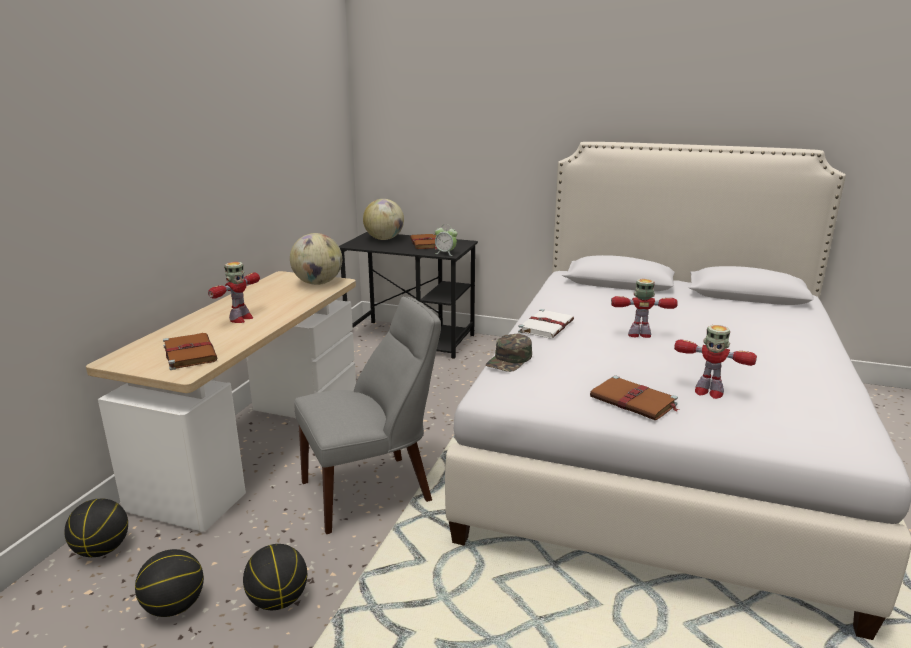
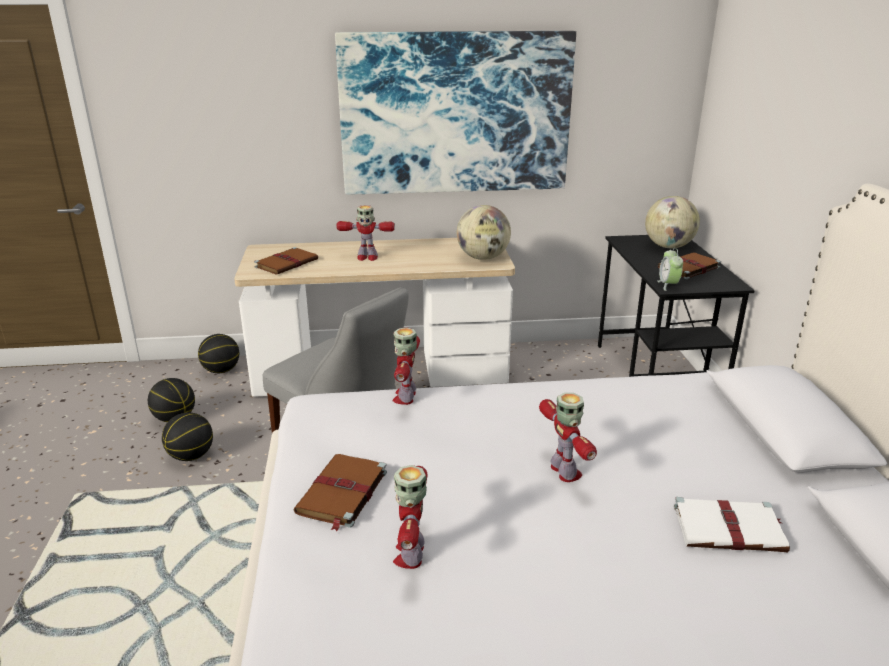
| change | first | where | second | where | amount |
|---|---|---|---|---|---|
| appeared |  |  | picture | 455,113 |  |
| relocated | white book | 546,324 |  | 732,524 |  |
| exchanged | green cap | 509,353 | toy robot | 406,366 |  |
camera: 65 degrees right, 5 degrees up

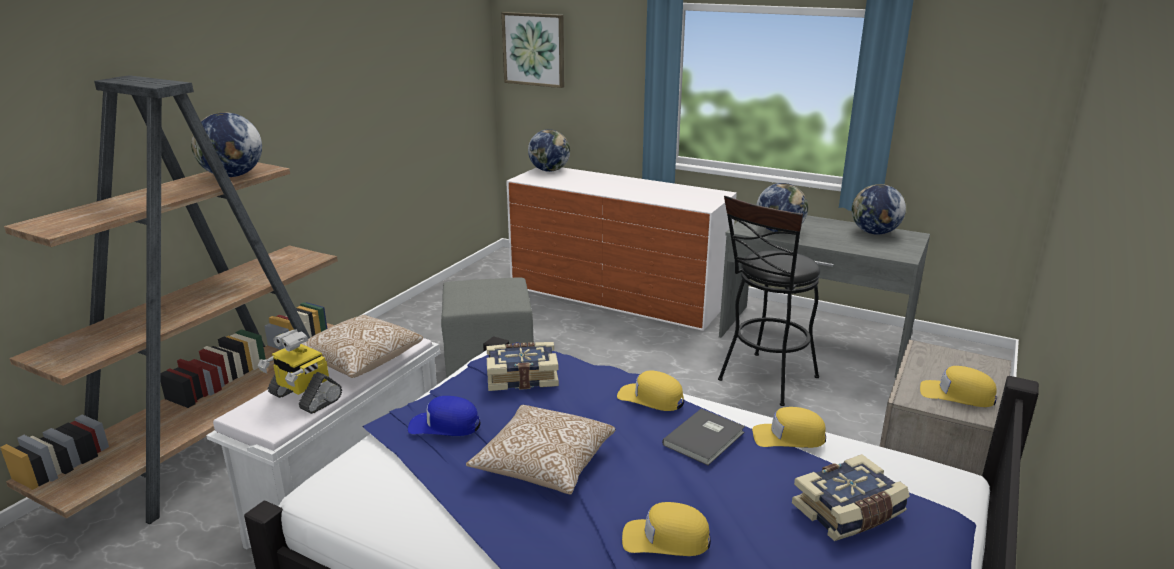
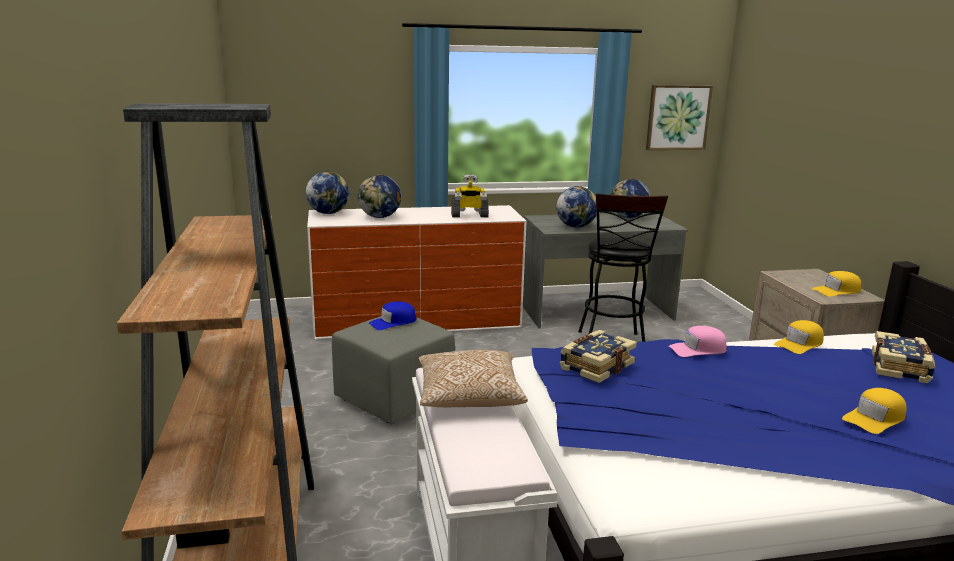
| change | first | where | second | where | amount |
|---|---|---|---|---|---|
| missing | pillow | 540,450 |  |  |  |
| missing | grey book | 703,437 |  |  |  |
| relocated | globe | 226,144 |  | 379,196 |  |
| relocated | toy robot | 300,371 |  | 470,195 |  |
| relocated | blue cap | 444,416 |  | 393,316 |  |
| relocated | picture | 532,50 |  | 679,117 |  |
| colour | yellow cap | 650,390 | pink cap | 698,341 |  |
camera: 40 degrees left, 5 degrees down

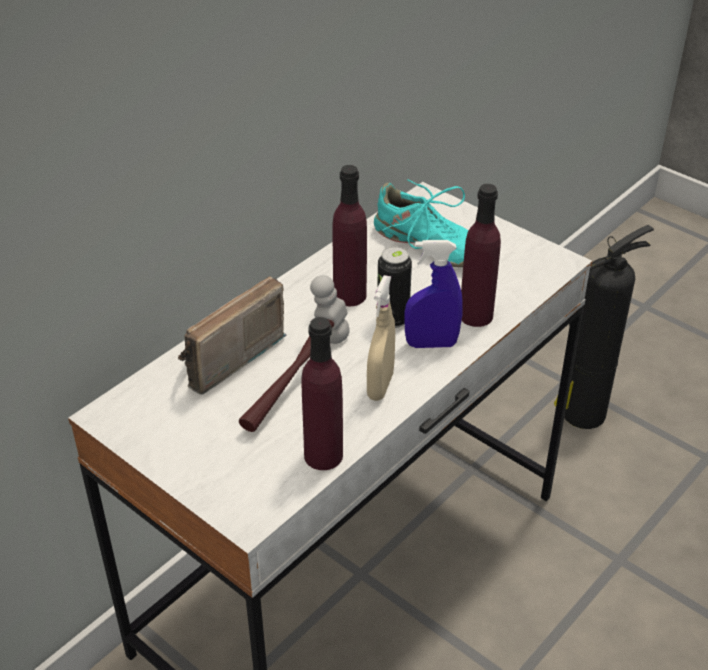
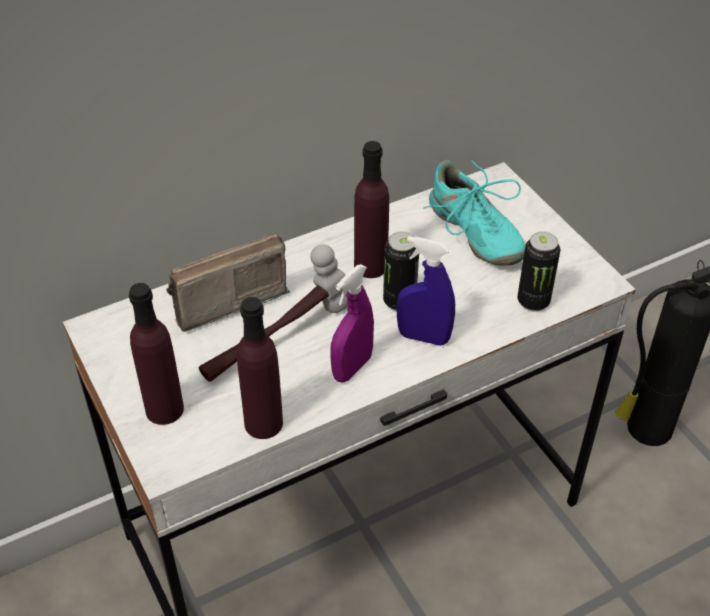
| change | first | where | second | where | amount |
|---|---|---|---|---|---|
| appeared |  |  | can | 538,272 |  |
| relocated | purple bottle | 481,255 |  | 156,354 |  |
| colour | beige spray bottle | 381,338 | purple spray bottle | 352,323 |  |
camera: 20 degrees right, 5 degrees up

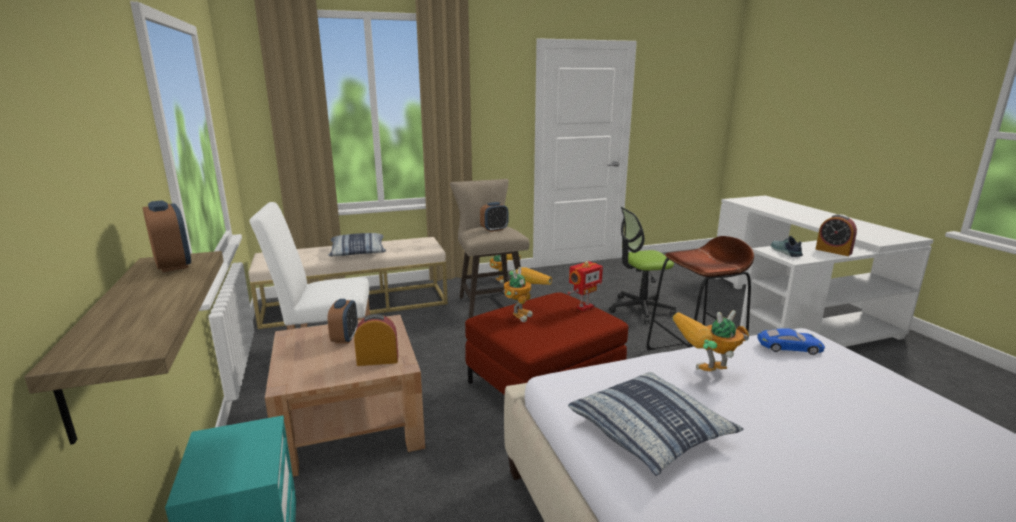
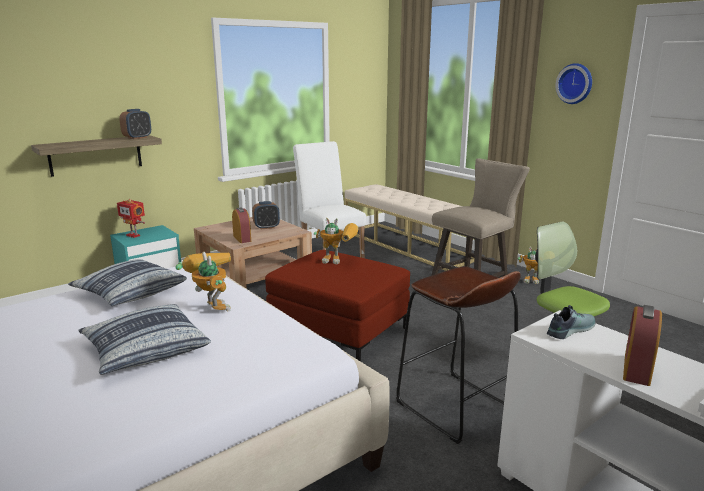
| change | first | where | second | where | amount |
|---|---|---|---|---|---|
| missing | alarm clock | 494,217 |  |  |  |
| missing | blue toy car | 791,341 |  |  |  |
| appeared |  |  | wall clock | 573,83 |  |
| relocated | pillow | 357,244 |  | 145,339 |  |
| relocated | toy robot | 585,286 |  | 131,218 |  |
camera: 70 degrees right, 0 degrees up

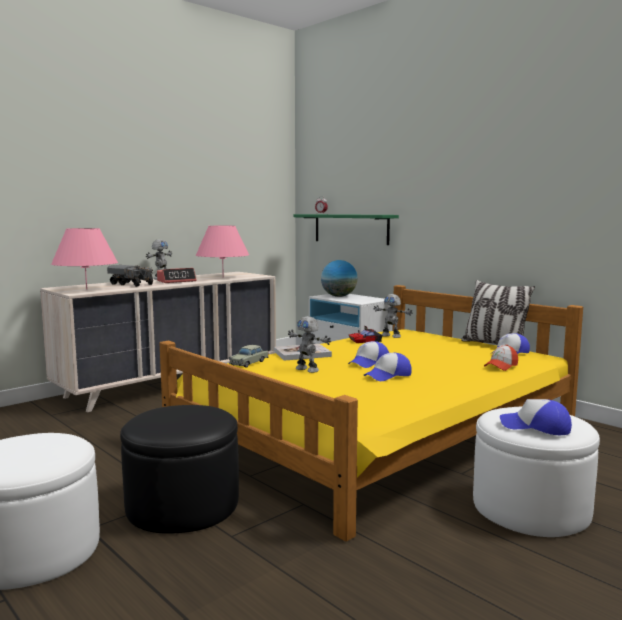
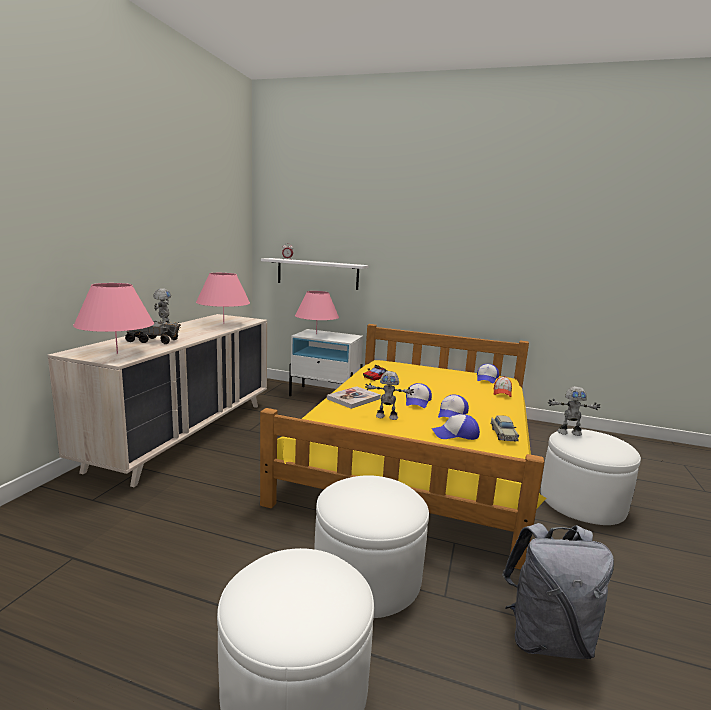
| change | first | where | second | where | amount |
|---|---|---|---|---|---|
| missing | alarm clock | 177,275 |  |  |  |
| missing | pillow | 498,312 |  |  |  |
| appeared |  |  | grey backpack | 558,591 |  |
| relocated | beige toy car | 249,356 |  | 504,428 |  |
| relocated | toy robot | 393,316 |  | 574,411 |  |
| relocated | cap | 536,417 |  | 456,427 |  |
| exchanged | globe | 339,278 | pink table lamp | 317,313 |  |
| colour | black ottoman | 179,469 | white ottoman | 371,546 |  |
| colour | green shelf | 346,229 | white shelf | 315,274 |  |
camera: 30 degrees left, 5 degrees up

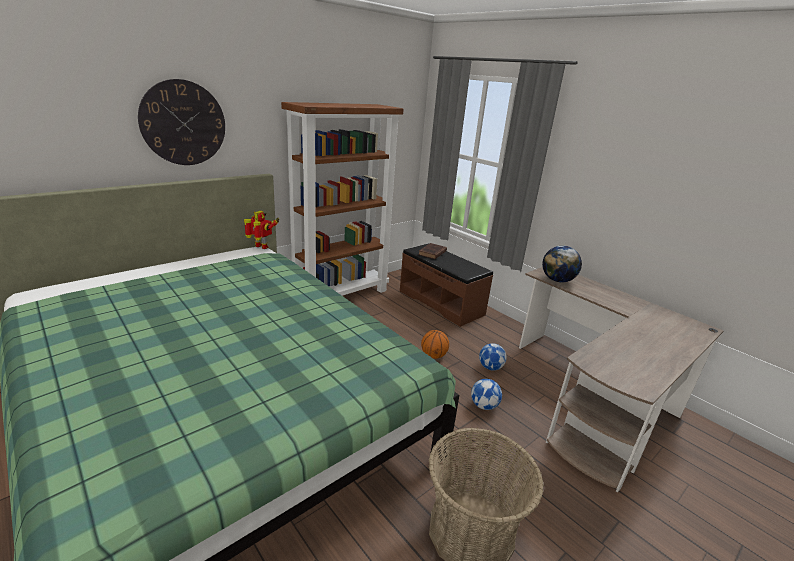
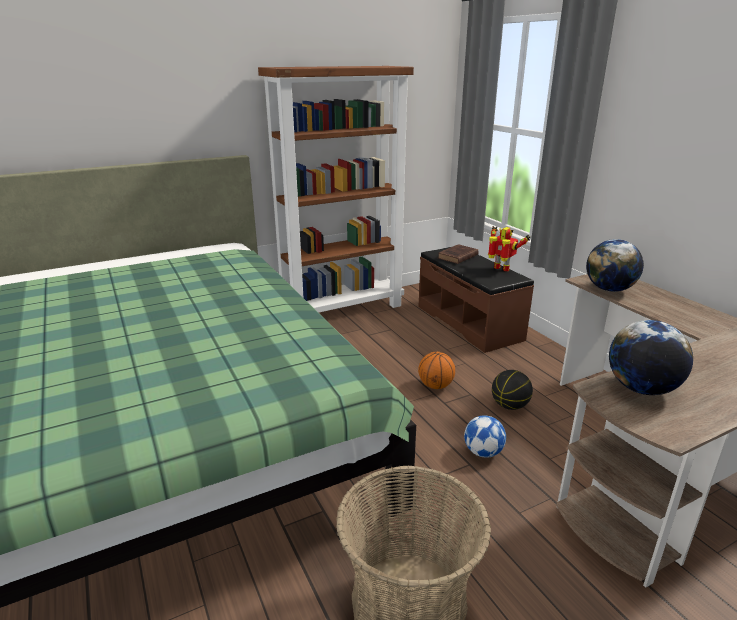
| change | first | where | second | where | amount |
|---|---|---|---|---|---|
| missing | wall clock | 181,122 |  |  |  |
| appeared |  |  | globe | 651,357 |  |
| relocated | toy robot | 261,230 |  | 509,248 |  |
| exchanged | football | 493,357 | basketball | 512,390 |  |
camera: 15 degrees right, 0 degrees up

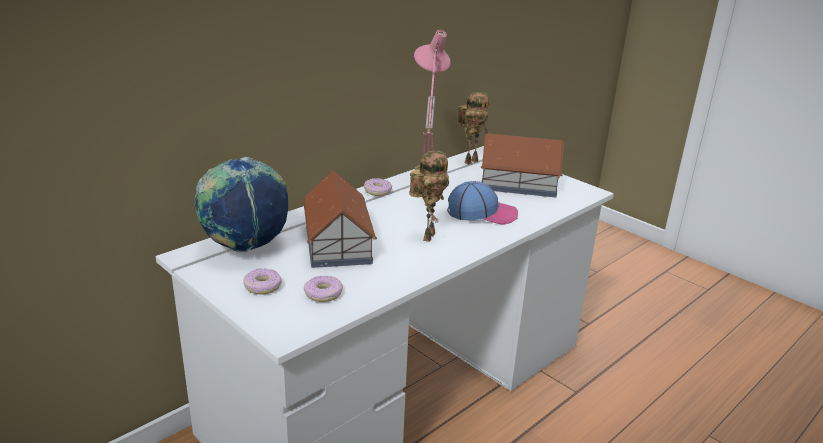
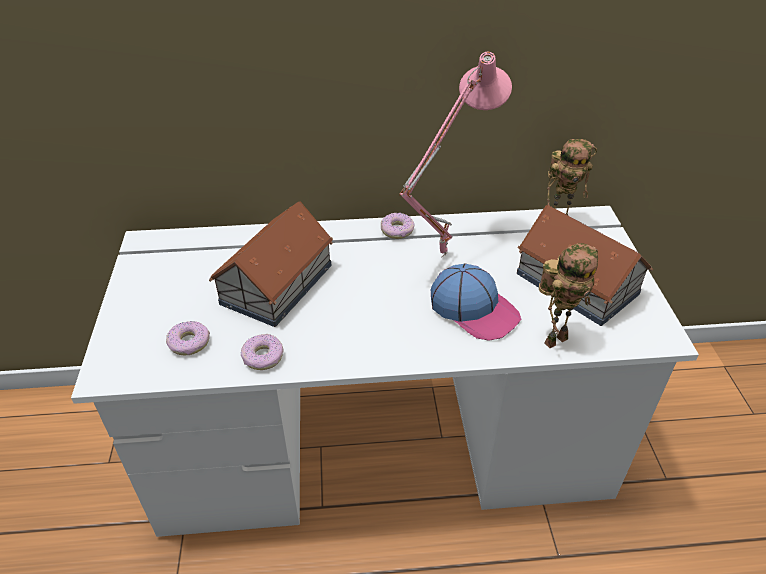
| change | first | where | second | where | amount |
|---|---|---|---|---|---|
| missing | globe | 241,204 |  |  |  |
| relocated | donut | 262,281 |  | 262,352 |  |
| relocated | toy robot | 429,196 |  | 568,295 |  |
camera: 40 degrees right, 15 degrees up

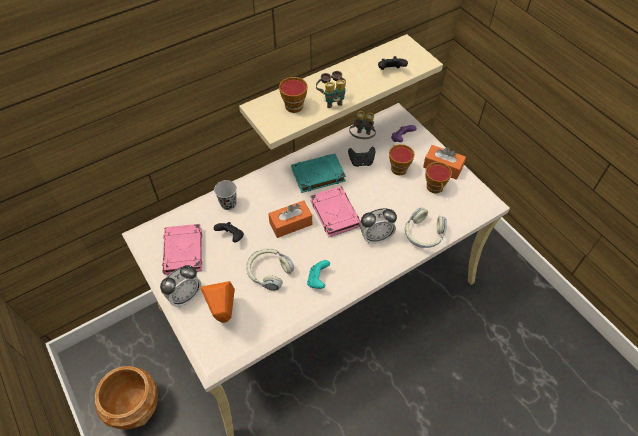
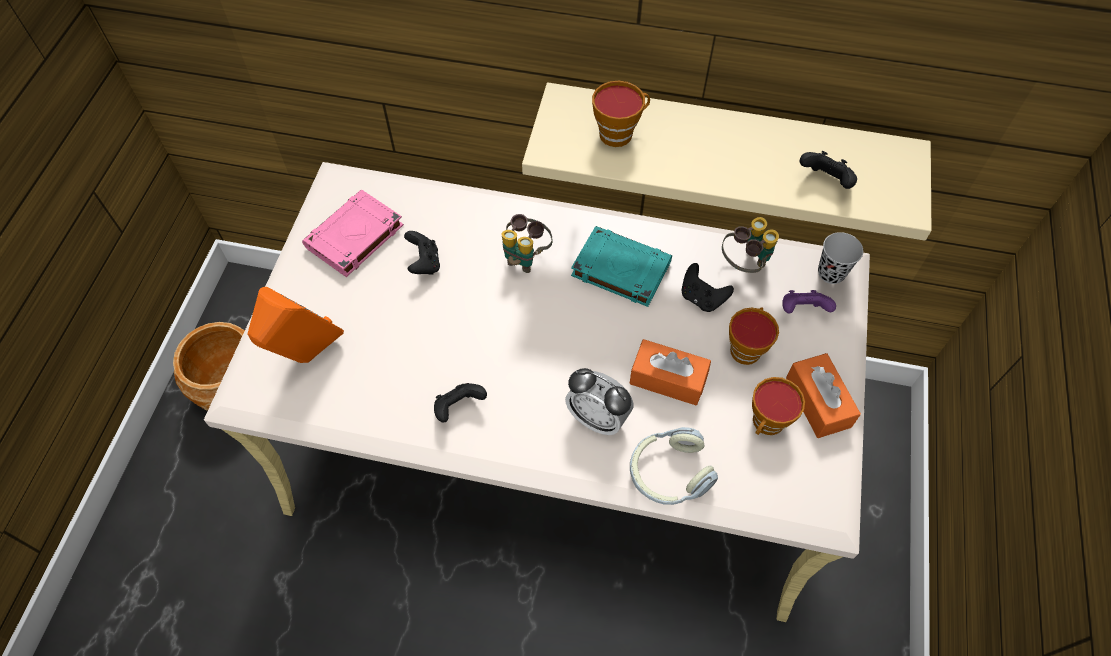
| change | first | where | second | where | amount |
|---|---|---|---|---|---|
| missing | alarm clock | 181,286 |  |  |  |
| missing | headphones | 270,270 |  |  |  |
| missing | pink book | 335,211 |  |  |  |
| relocated | black cup | 225,195 |  | 840,258 |  |
| relocated | orange tissue box | 290,219 |  | 670,372 |  |
| relocated | binoculars | 331,89 |  | 527,243 |  |
| colour | turquoise game controller | 318,274 | black game controller | 460,403 |  |
camera: 45 degrees right, 5 degrees up

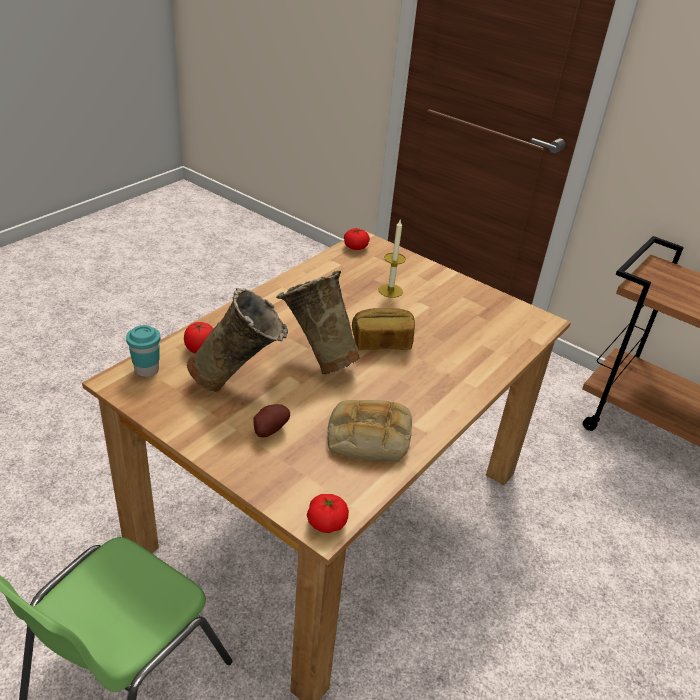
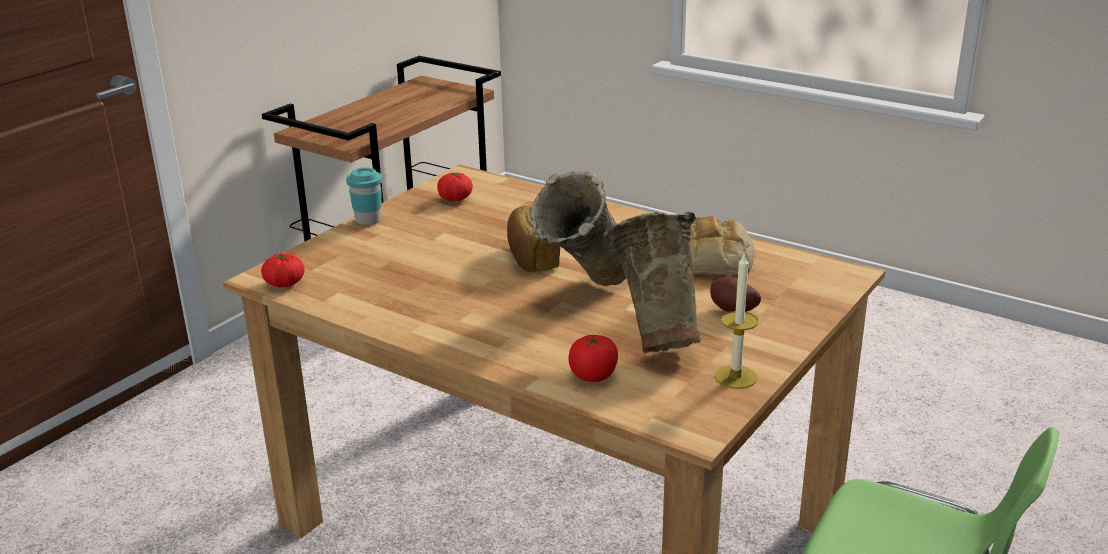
| change | first | where | second | where | amount |
|---|---|---|---|---|---|
| relocated | turquoise cup | 143,351 |  | 364,196 |  |
| relocated | tomato | 328,513 |  | 455,187 |  |
| relocated | candle | 392,259 |  | 736,321 |  |
camera: 90 degrees left, 10 degrees down

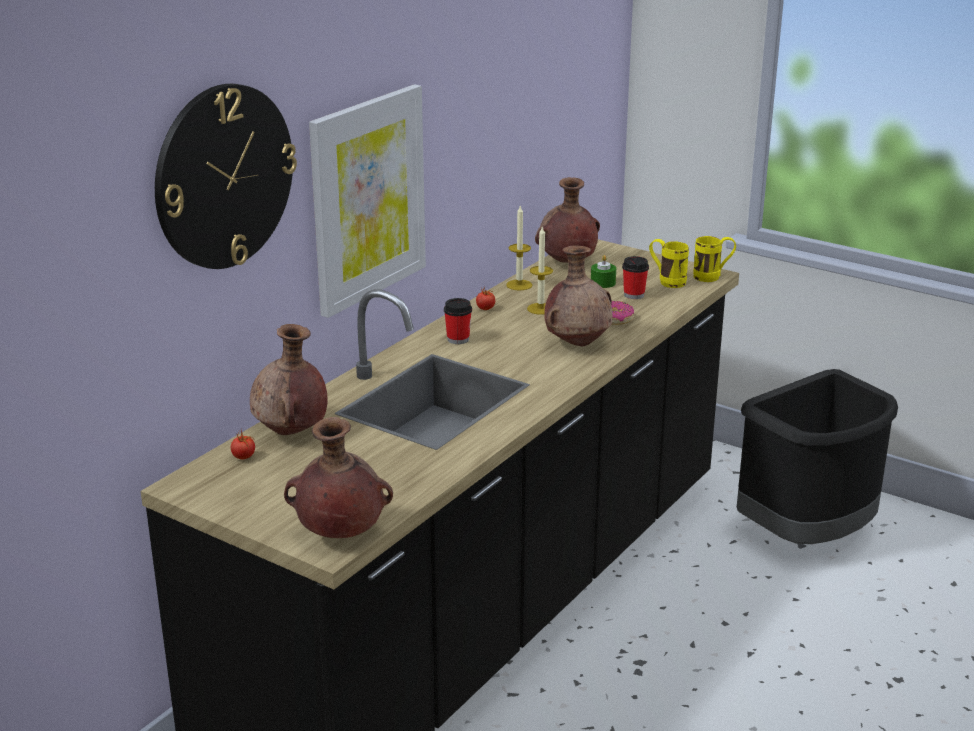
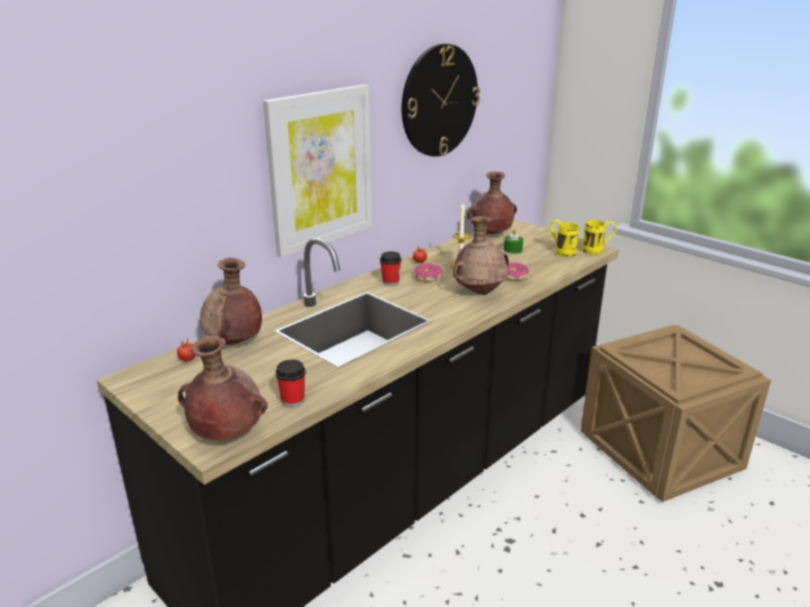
| change | first | where | second | where | amount |
|---|---|---|---|---|---|
| missing | candle | 519,248 |  |  |  |
| appeared |  |  | donut | 428,272 |  |
| relocated | wall clock | 226,176 |  | 441,100 |  |
| relocated | cup | 635,277 |  | 291,383 |  |
| exchanged | black trash can | 817,456 | crate | 675,413 |  |
camera: 10 degrees right, 0 degrees up

